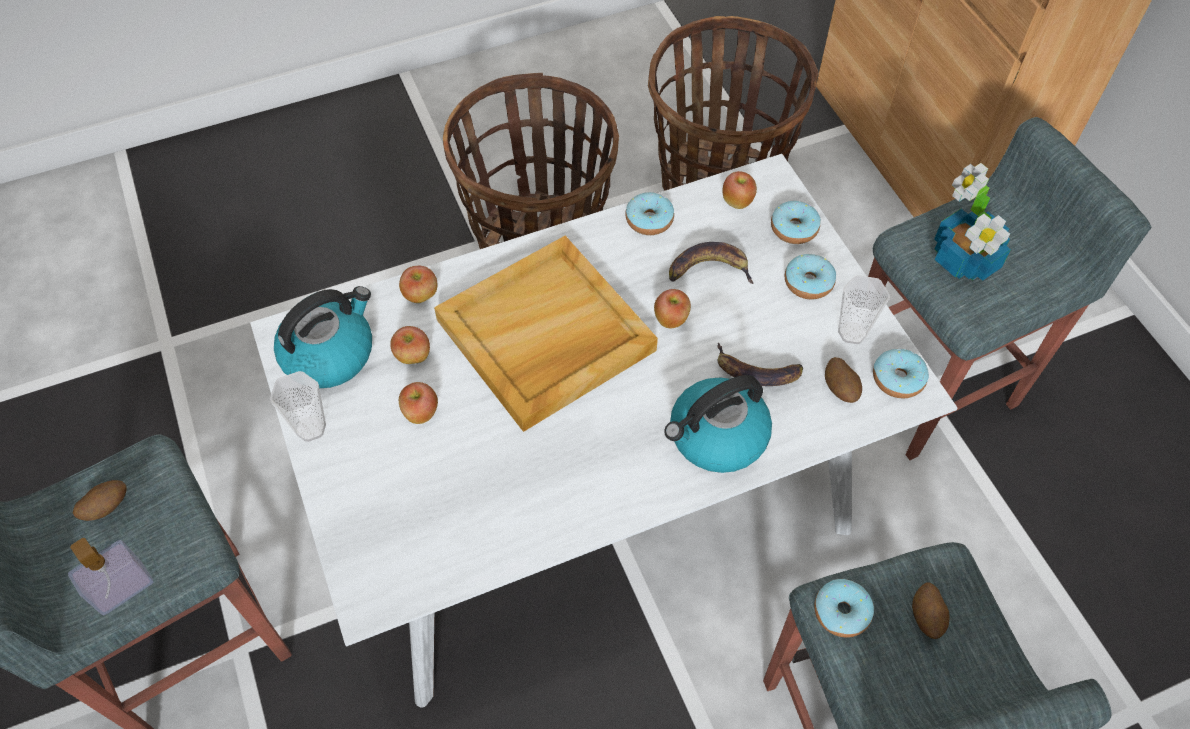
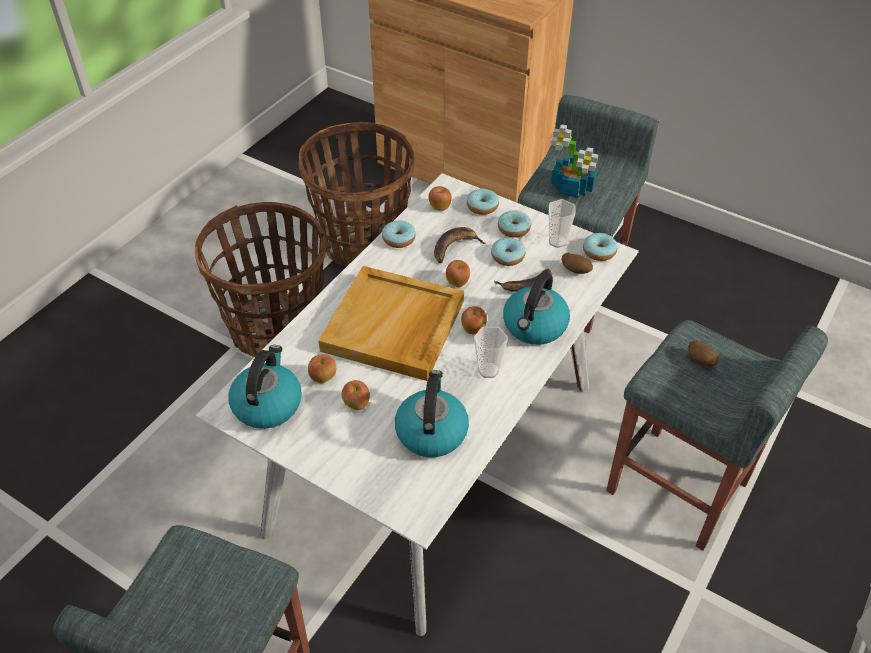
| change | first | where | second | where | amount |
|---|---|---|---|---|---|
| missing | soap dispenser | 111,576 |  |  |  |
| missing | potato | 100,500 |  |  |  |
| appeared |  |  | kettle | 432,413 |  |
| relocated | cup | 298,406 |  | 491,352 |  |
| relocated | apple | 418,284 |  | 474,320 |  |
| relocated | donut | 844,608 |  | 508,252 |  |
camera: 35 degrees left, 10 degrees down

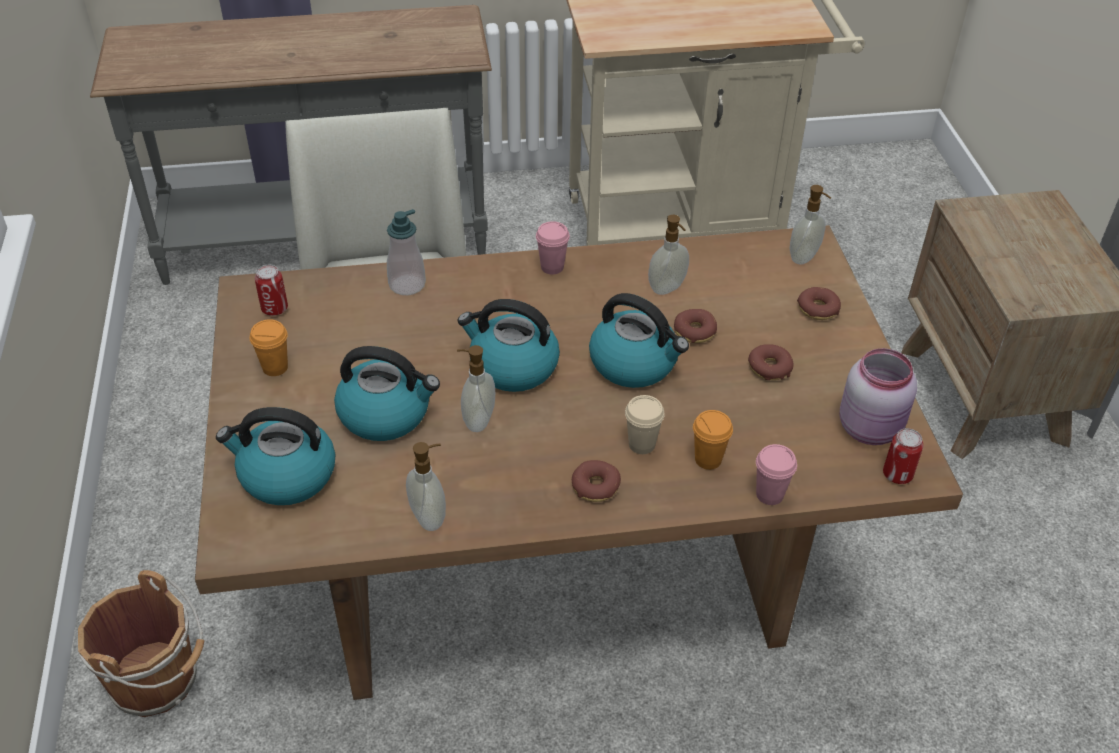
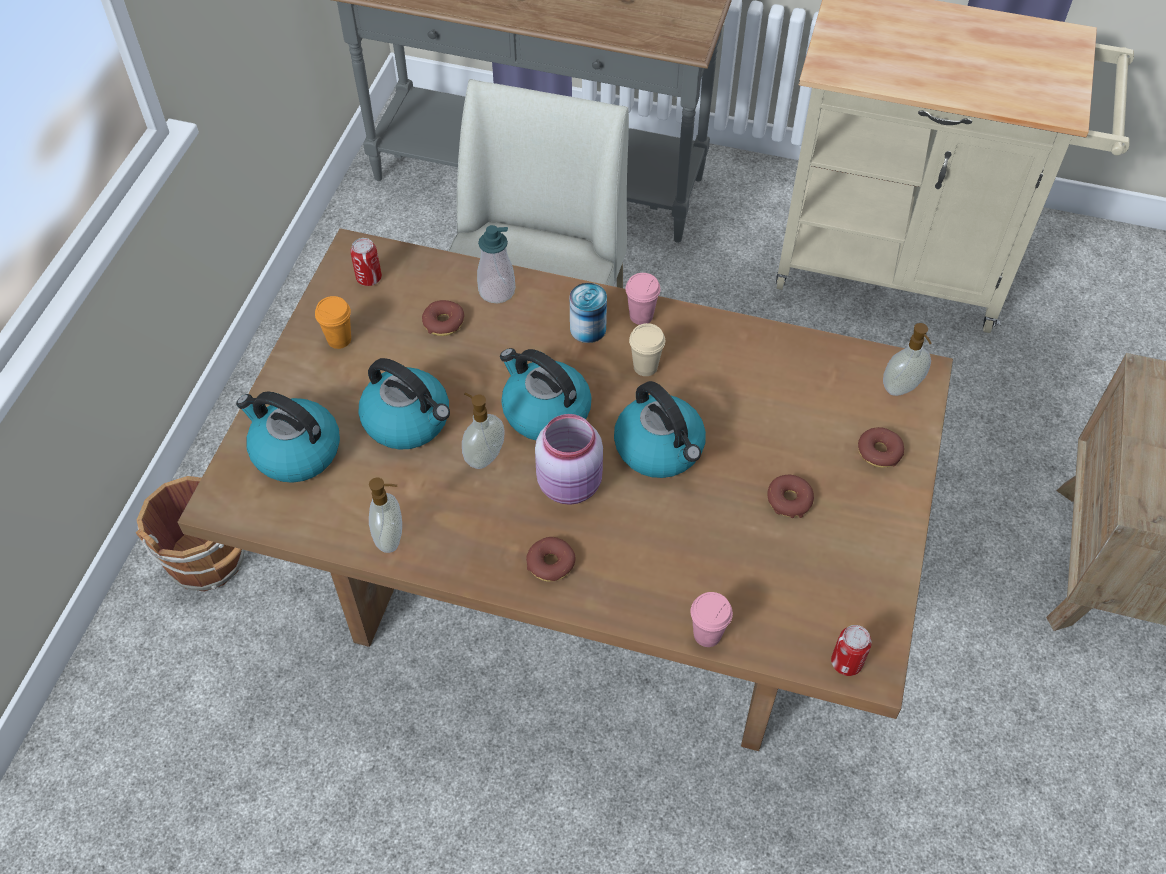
| change | first | where | second | where | amount |
|---|---|---|---|---|---|
| missing | soap dispenser | 668,255 |  |  |  |
| missing | orange cup | 713,440 |  |  |  |
| appeared |  |  | can | 588,313 |  |
| relocated | beige cup | 645,424 |  | 647,349 |  |
| relocated | donut | 695,326 |  | 443,318 |  |
| relocated | pink jar | 878,396 |  | 569,459 |  |
camera: 25 degrees right, 10 degrees up

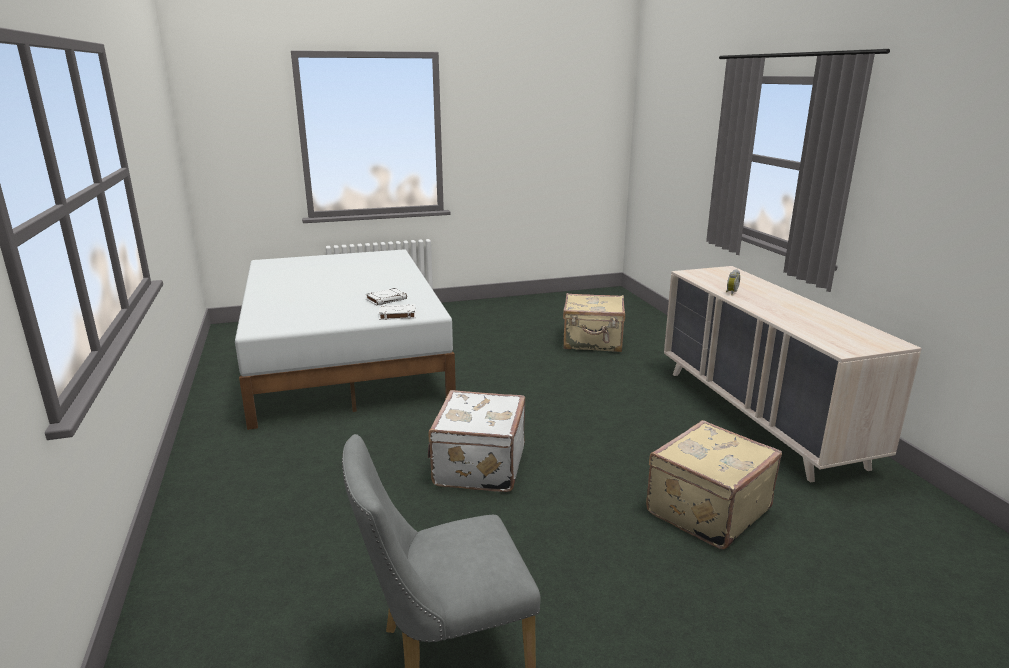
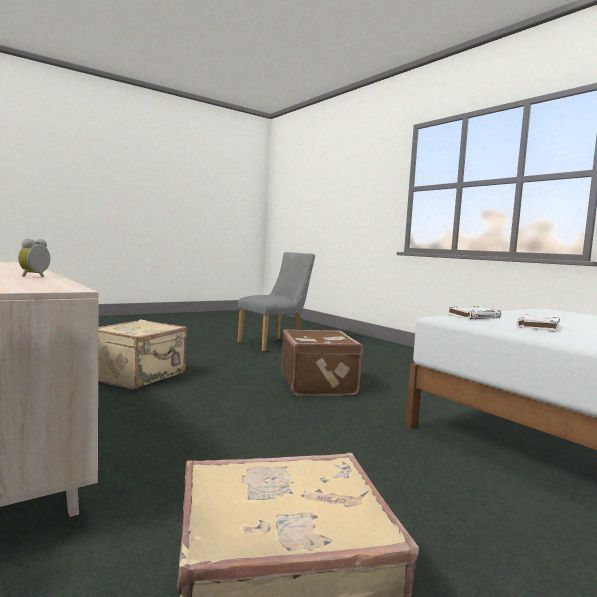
| change | first | where | second | where | amount |
|---|---|---|---|---|---|
| colour | white suitcase | 476,441 | brown suitcase | 322,362 |  |
camera: 160 degrees right, 15 degrees down

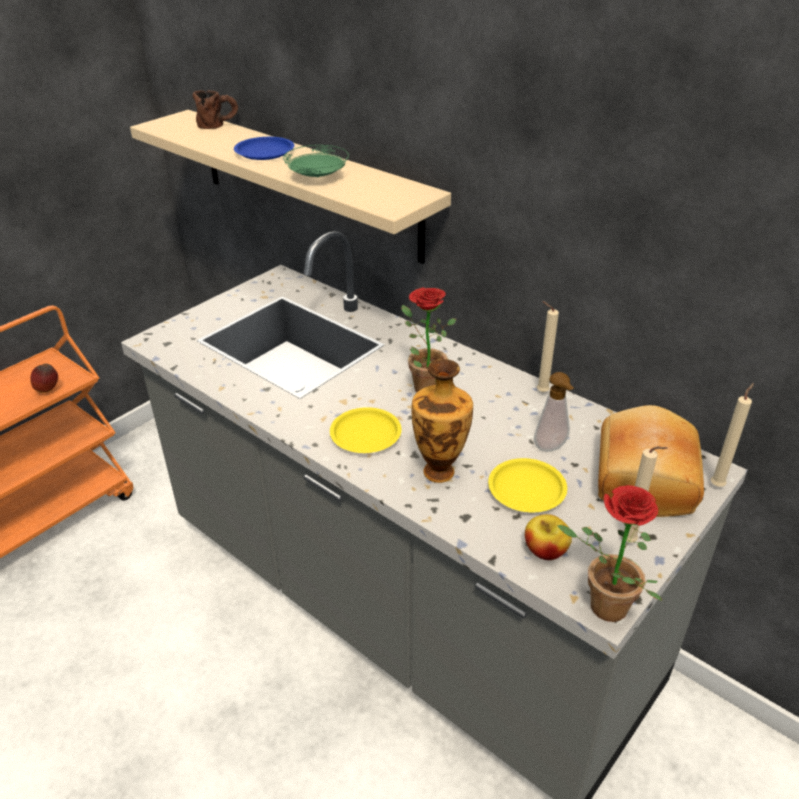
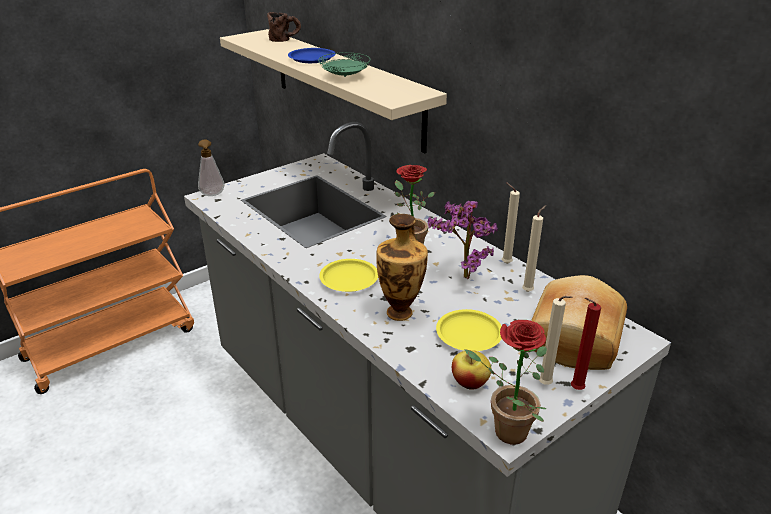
| change | first | where | second | where | amount |
|---|---|---|---|---|---|
| missing | apple | 44,378 |  |  |  |
| appeared |  |  | potted plant | 463,239 |  |
| appeared |  |  | red candle | 586,344 |  |
| relocated | soap dispenser | 554,412 |  | 211,167 |  |
| relocated | beige candle | 732,435 |  | 534,248 |  |
camera: 10 degrees right, 5 degrees down

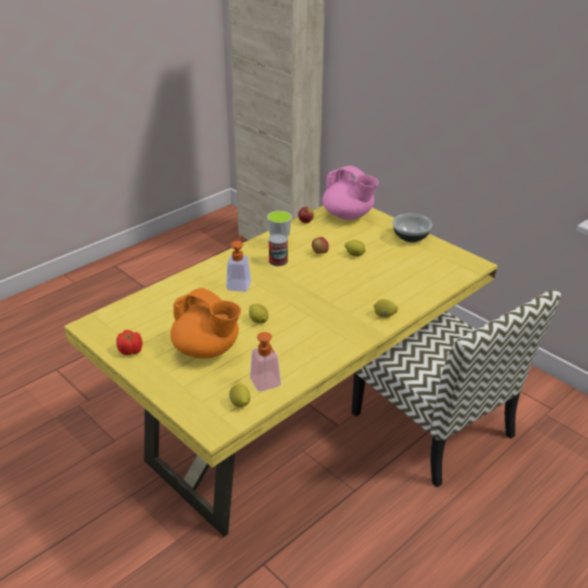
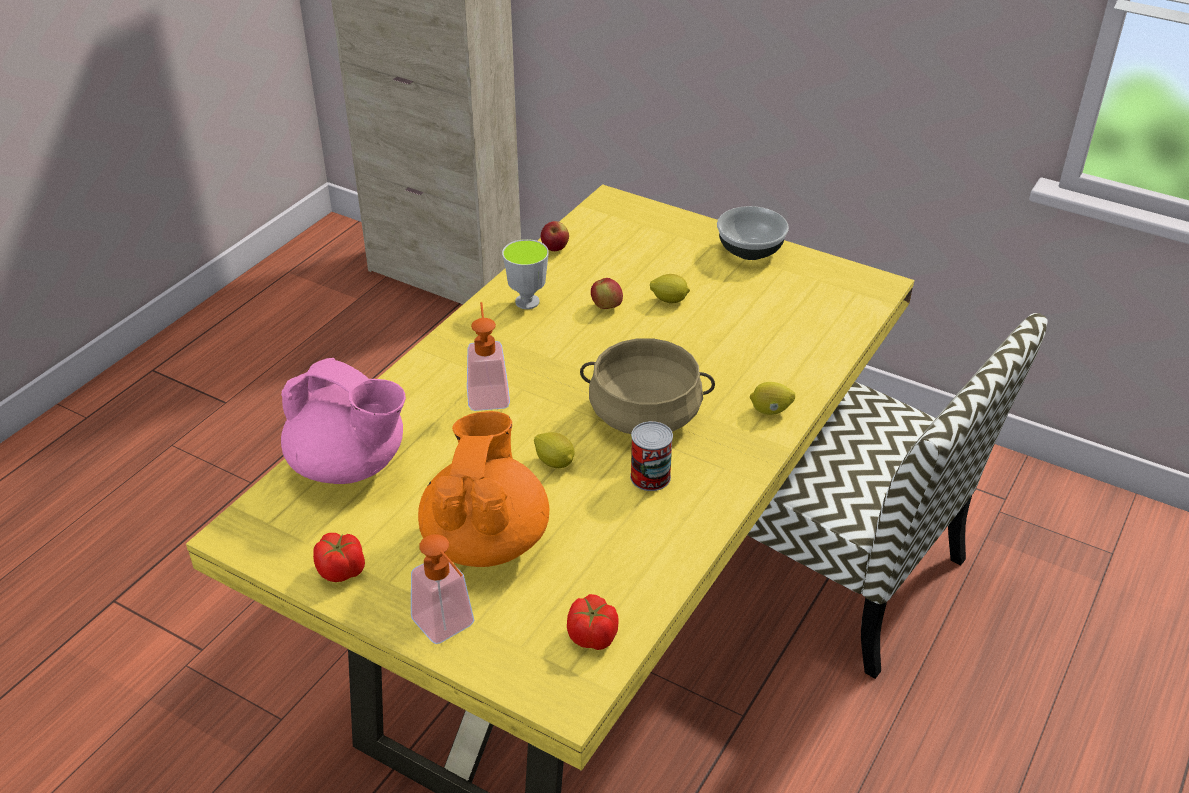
| change | first | where | second | where | amount |
|---|---|---|---|---|---|
| appeared |  |  | beige cooking pot | 647,386 |  |
| relocated | soap dispenser | 265,361 |  | 442,589 |  |
| relocated | can | 278,249 |  | 651,456 |  |
| relocated | pink teapot | 350,193 |  | 343,421 |  |
| exchanged | lemon | 239,395 | tomato | 593,622 |  |
| spun | orange teapot | 205,323 |  | 484,489 | 105 degrees counterclockwise |
camera: 15 degrees left, 5 degrees up

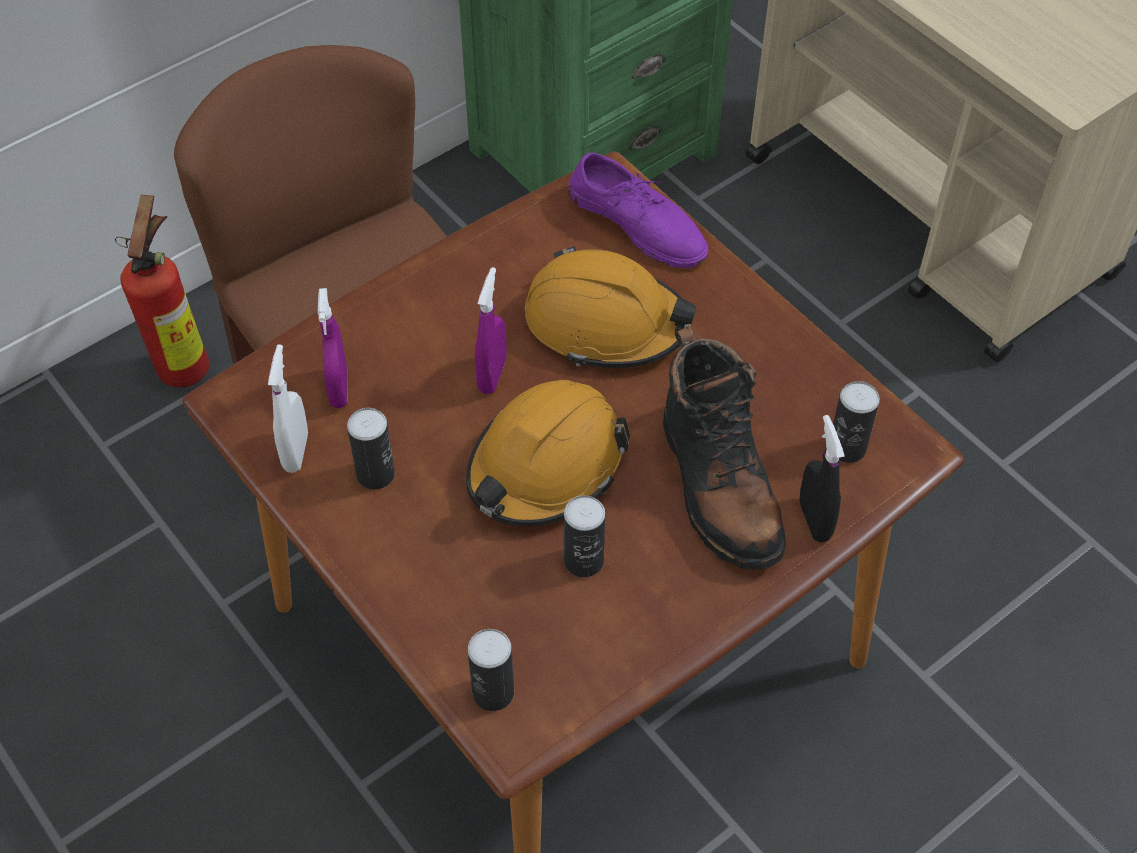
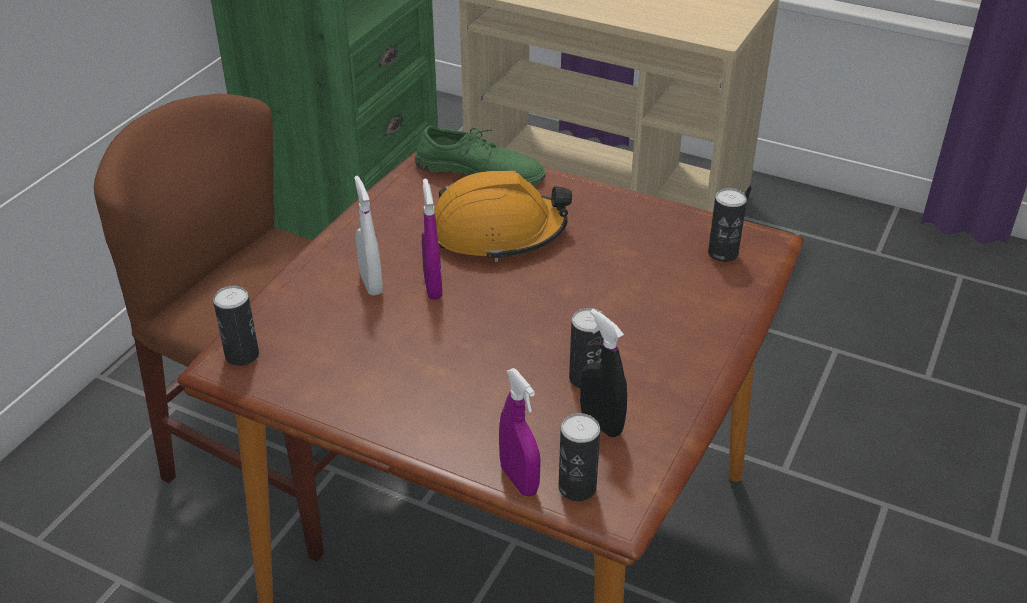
| change | first | where | second | where | amount |
|---|---|---|---|---|---|
| missing | fire extinguisher | 162,291 |  |  |  |
| missing | orange hard hat | 548,453 |  |  |  |
| missing | black boot | 724,447 |  |  |  |
| relocated | white spray bottle | 288,408 |  | 368,236 |  |
| relocated | purple spray bottle | 333,348 |  | 520,432 |  |
| relocated | can | 371,449 |  | 236,326 |  |
| relocated | black spray bottle | 822,478 |  | 603,373 |  |
| colour | purple shoe | 638,210 | green shoe | 480,156 |  |
camera: 25 degrees left, 15 degrees down

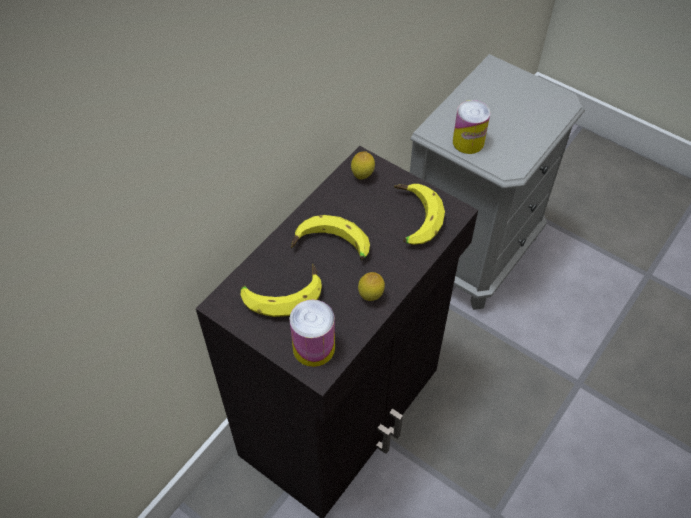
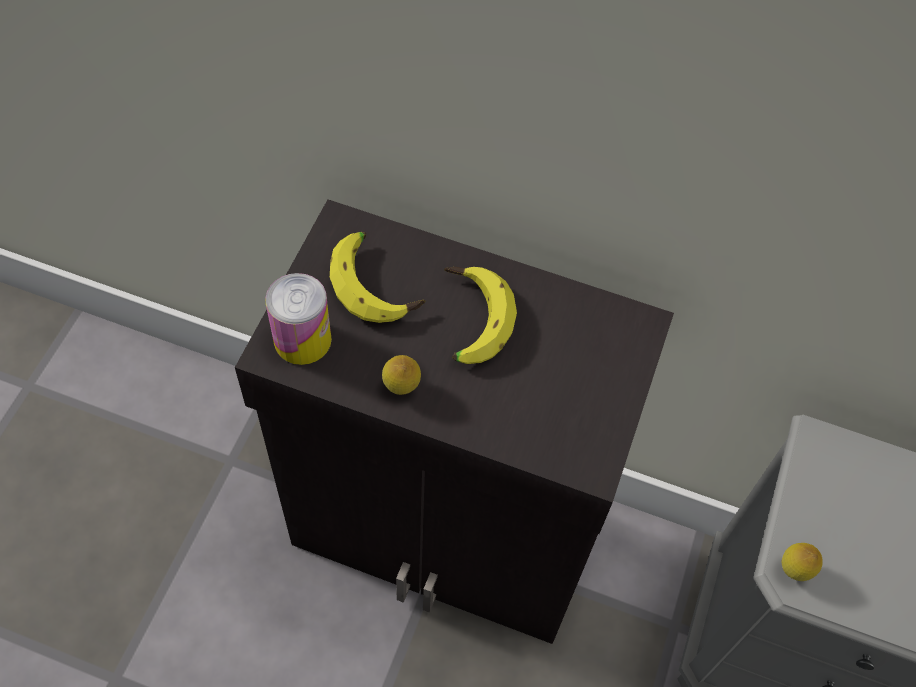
| change | first | where | second | where | amount |
|---|---|---|---|---|---|
| missing | banana | 419,214 |  |  |  |
| missing | can | 471,127 |  |  |  |
| relocated | lemon | 363,166 |  | 802,562 |  |
camera: 70 degrees right, 5 degrees up

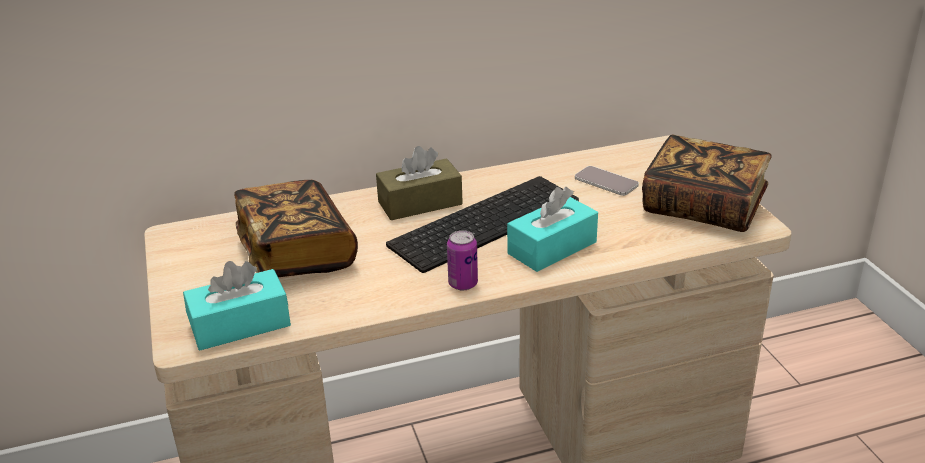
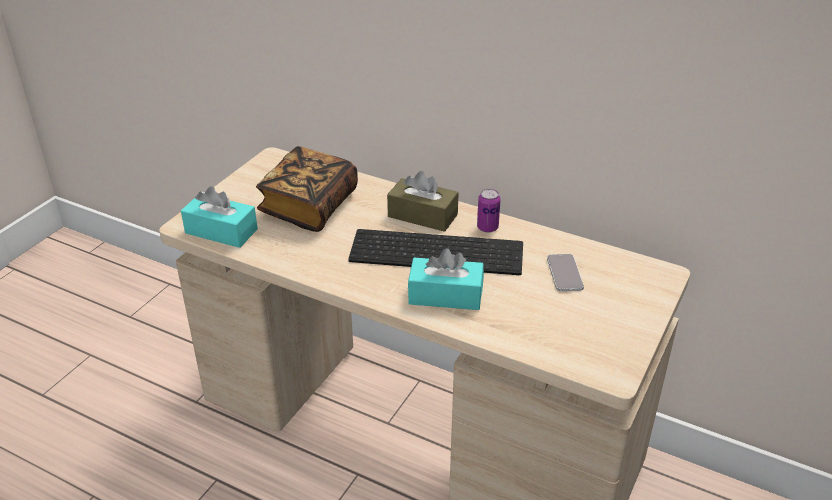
| change | first | where | second | where | amount |
|---|---|---|---|---|---|
| missing | book | 707,183 |  |  |  |
| relocated | can | 462,260 |  | 489,211 |  |
camera: 45 degrees right, 5 degrees up

